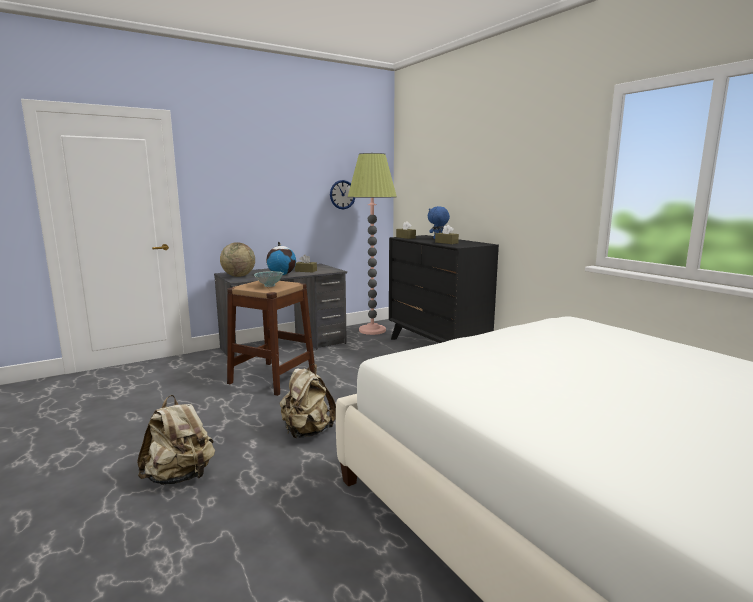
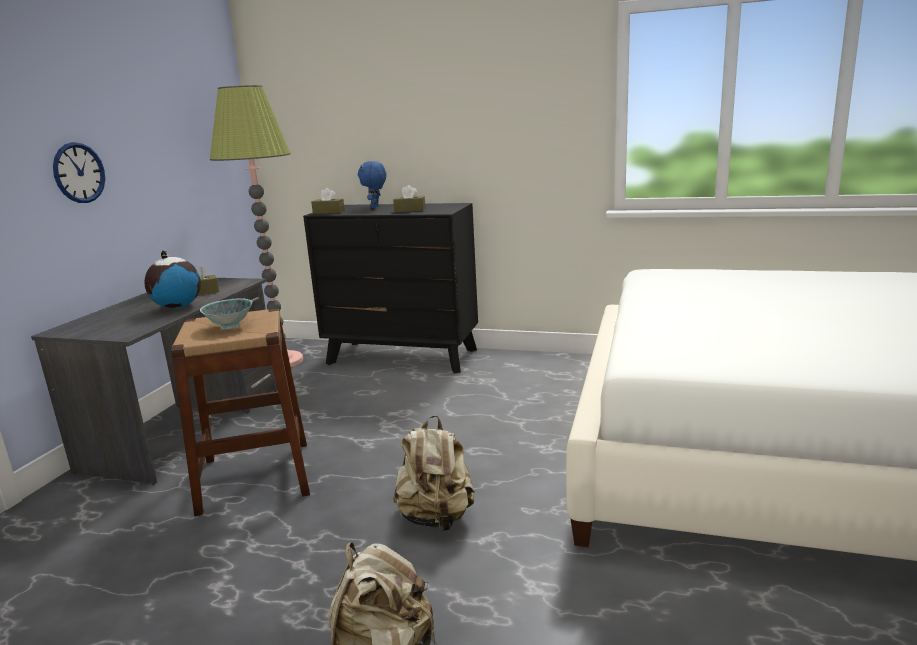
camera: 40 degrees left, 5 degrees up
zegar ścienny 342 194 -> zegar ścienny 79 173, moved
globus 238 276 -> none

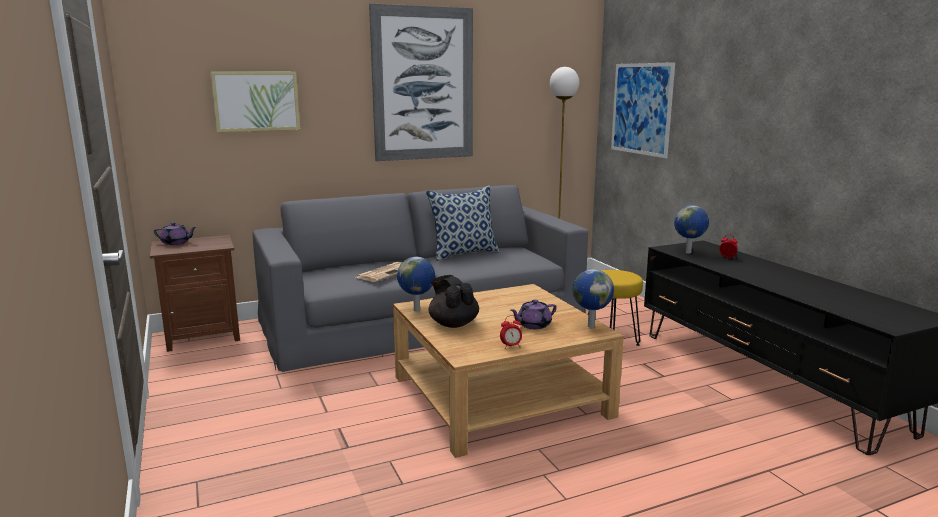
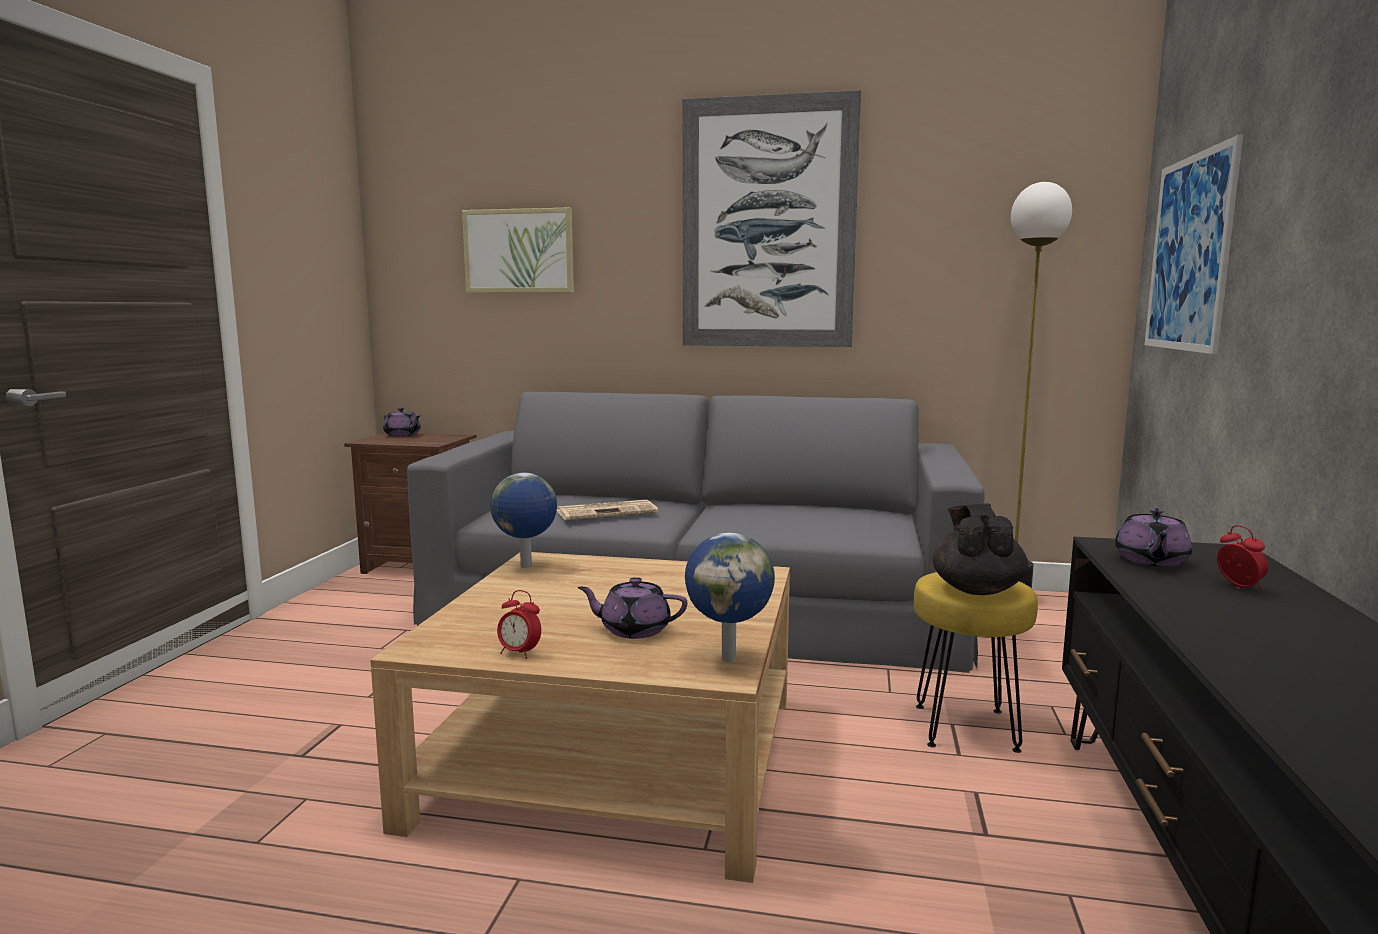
camera: 35 degrees right, 5 degrees down
poduszka 464 253 -> none
globus 689 253 -> imbryk (fioletowy) 1151 561
imbryk (czarny) 453 324 -> imbryk (czarny) 976 589, moved

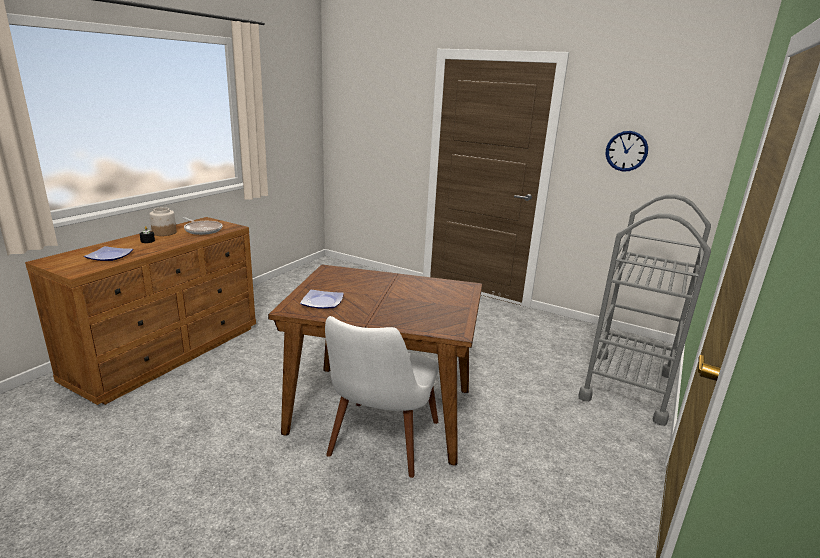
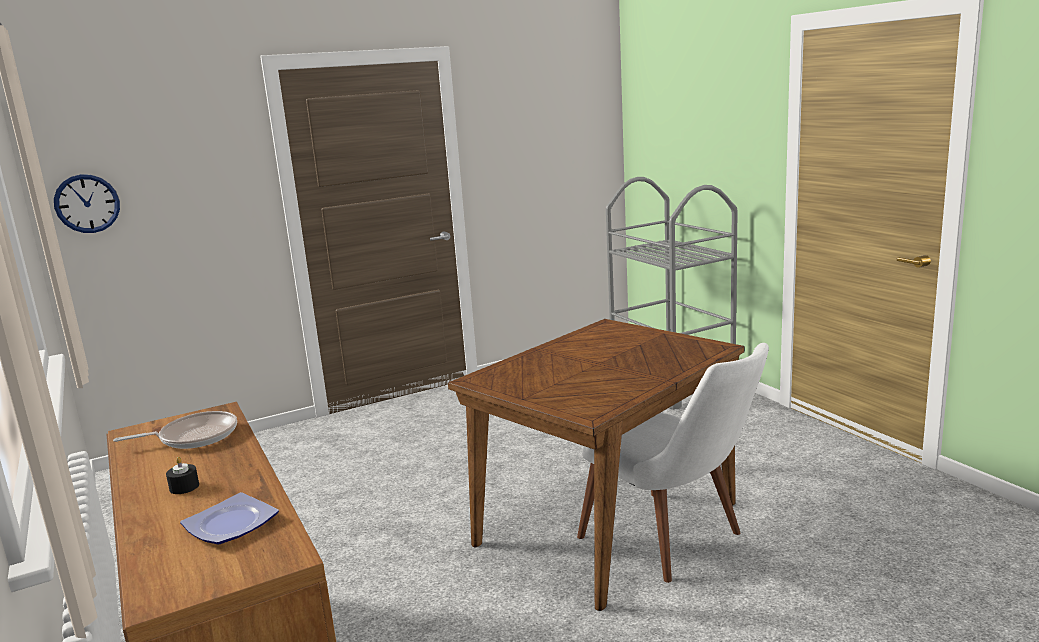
camera: 55 degrees left, 5 degrees down
zegar ścienny 626 151 -> zegar ścienny 87 203, moved
słoik 164 233 -> none
talerz 322 302 -> none

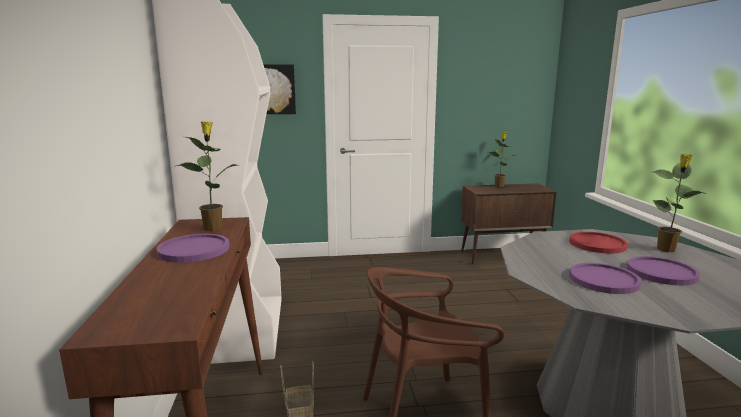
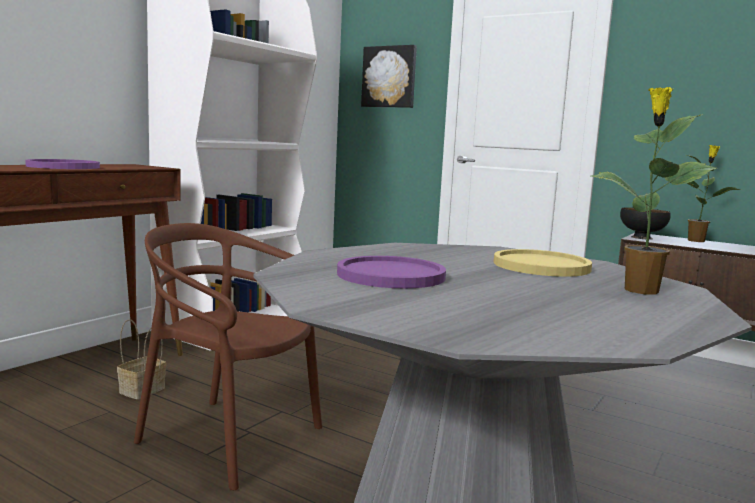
camera: 40 degrees right, 5 degrees down
roślina doniczkowa 213 228 -> none
talerz (czerwony) 597 244 -> talerz (żółty) 541 266
talerz (fioletowy) 661 272 -> none
none -> miska (czarny) 641 238

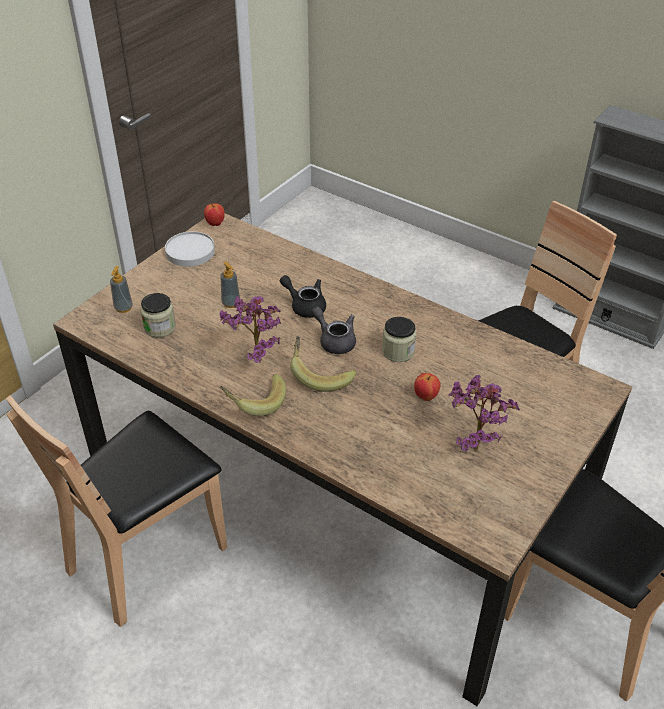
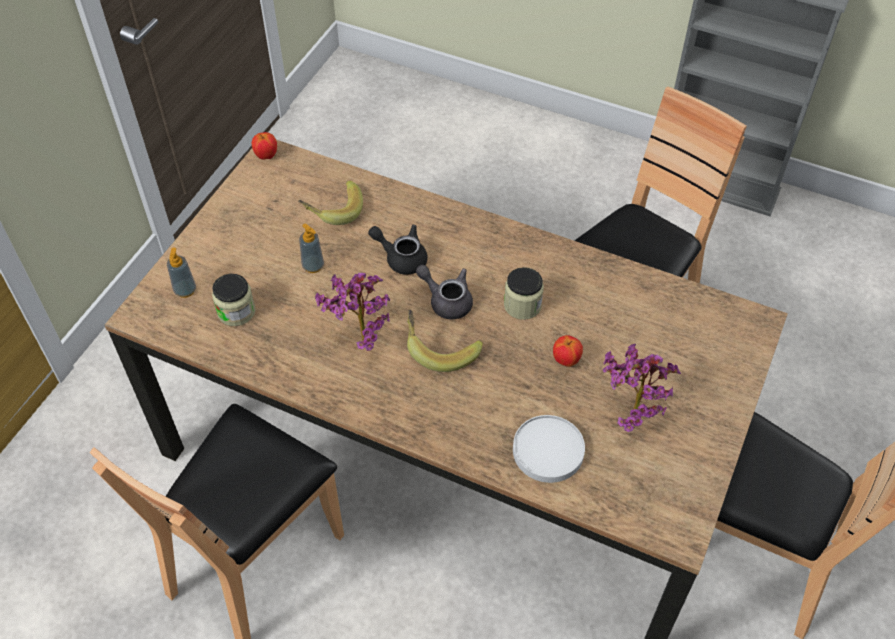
camera: 10 degrees left, 10 degrees up
talerz (biały) 190 251 -> talerz (biały) 548 450, moved
banan 254 402 -> banan 332 211, moved

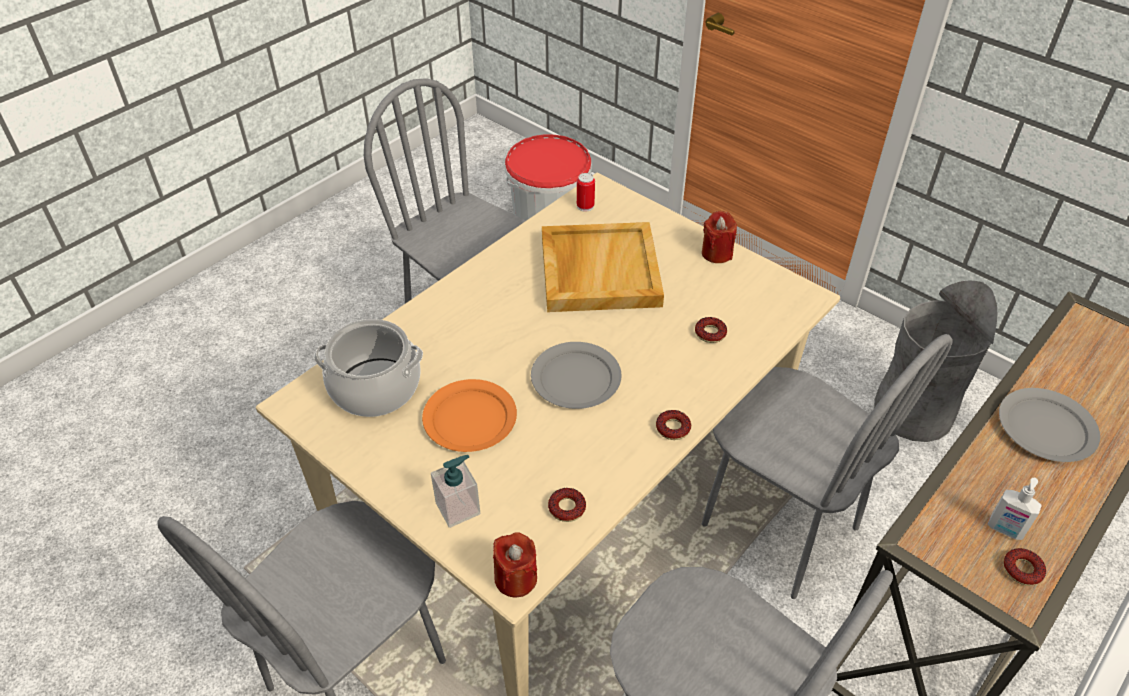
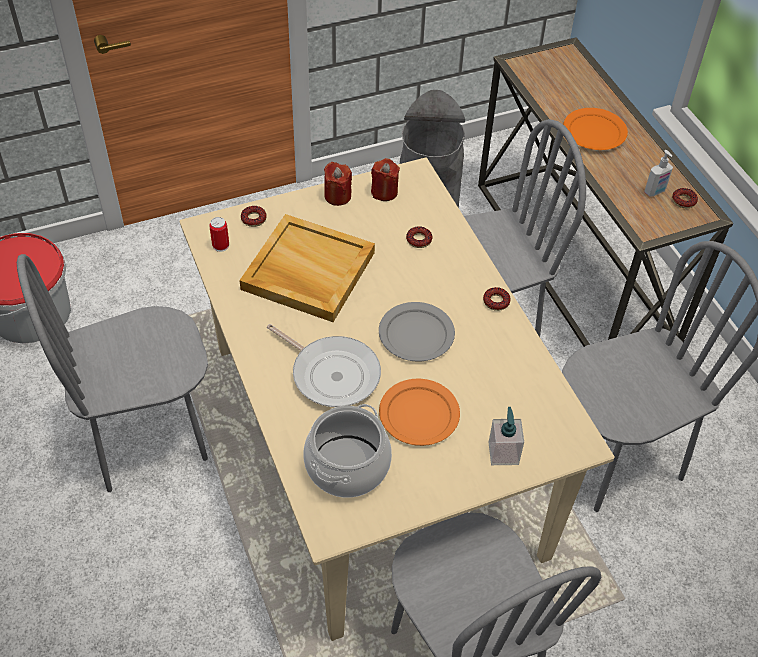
camera: 65 degrees left, 5 degrees up
talerz (szary) 1047 428 -> talerz (pomarańczowy) 595 132
donut 566 508 -> donut 253 219, moved
świeca (czerwony) 515 578 -> świeca (czerwony) 384 192, moved
none -> patelnia 332 373

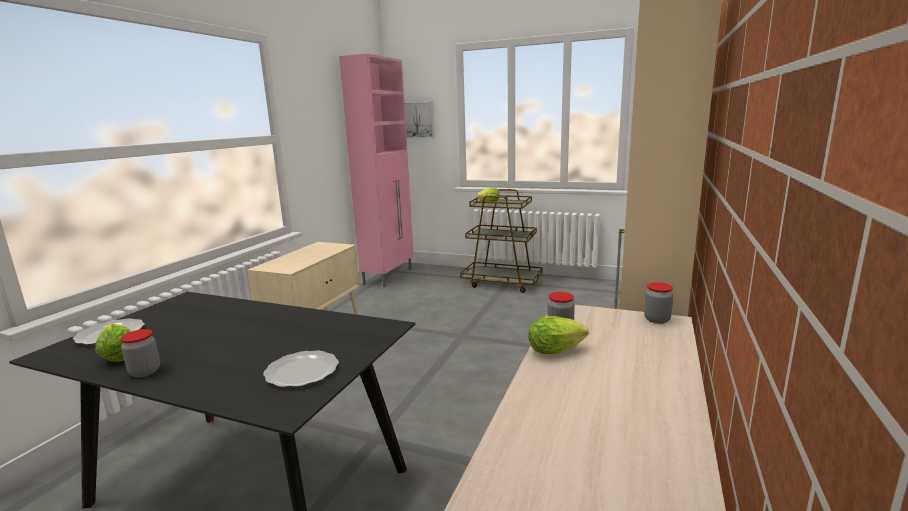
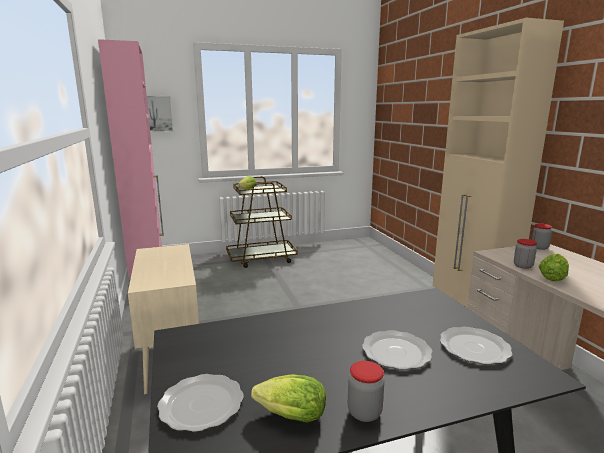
camera: 40 degrees left, 0 degrees up
none -> talerz 397 352

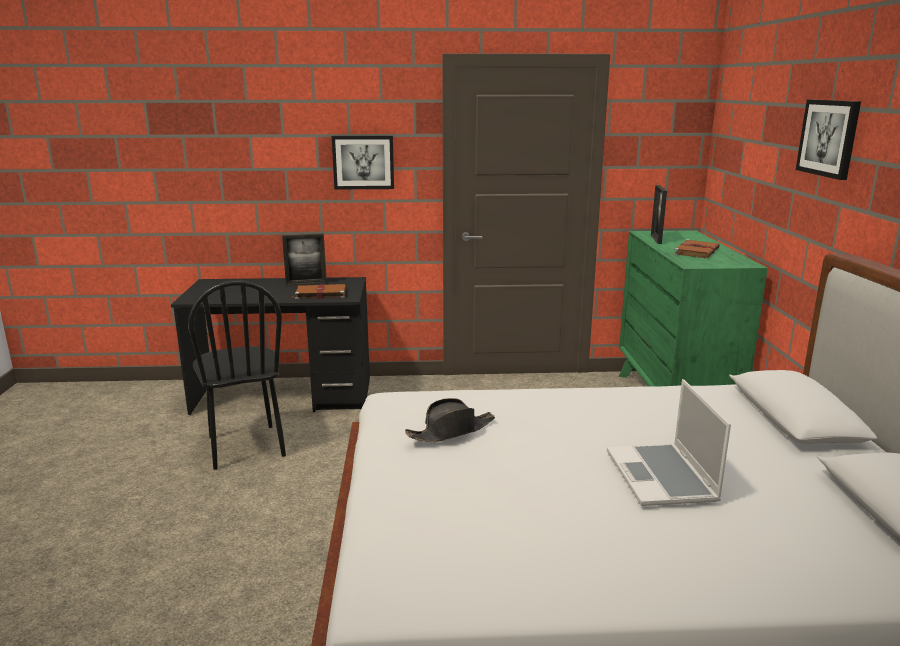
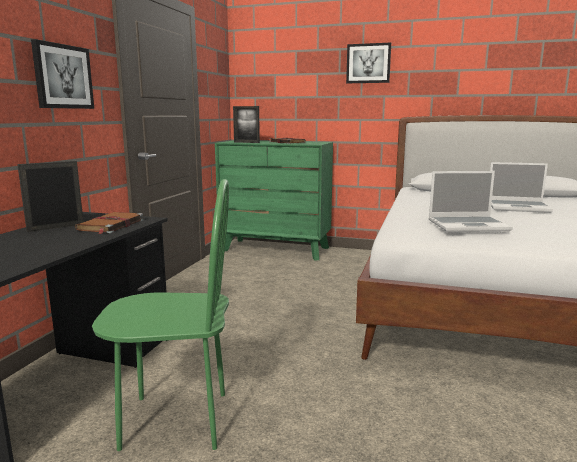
camera: 70 degrees left, 5 degrees down
ramka na zdjęcie 306 283 -> ramka na zdjęcie 55 227, 135 degrees counterclockwise
krzesło (czarny) 245 446 -> krzesło (zielony) 175 420
kapelusz (czarny) 451 431 -> laptop 468 225

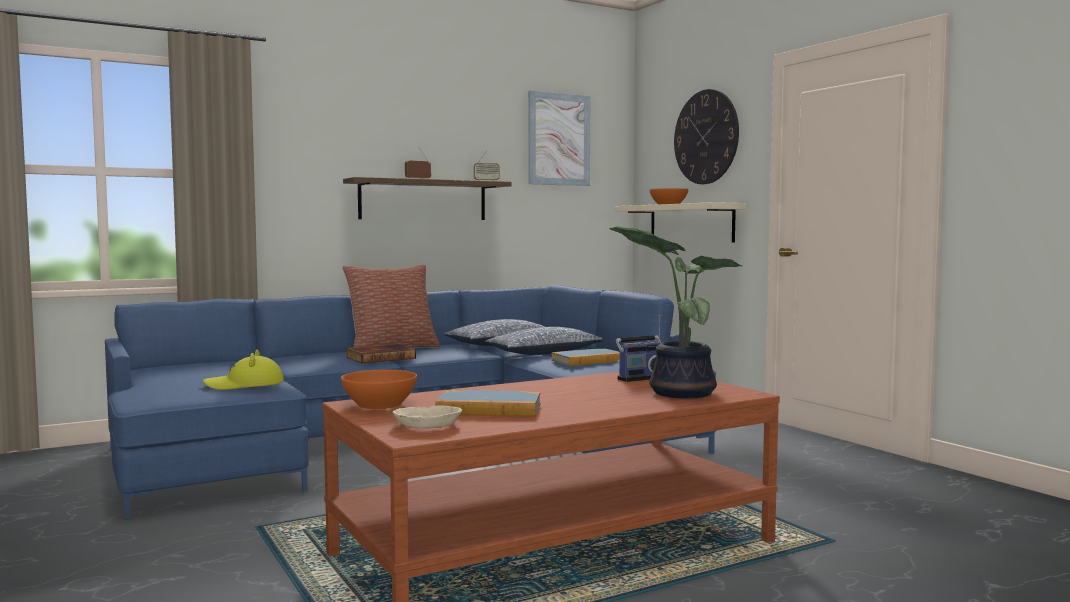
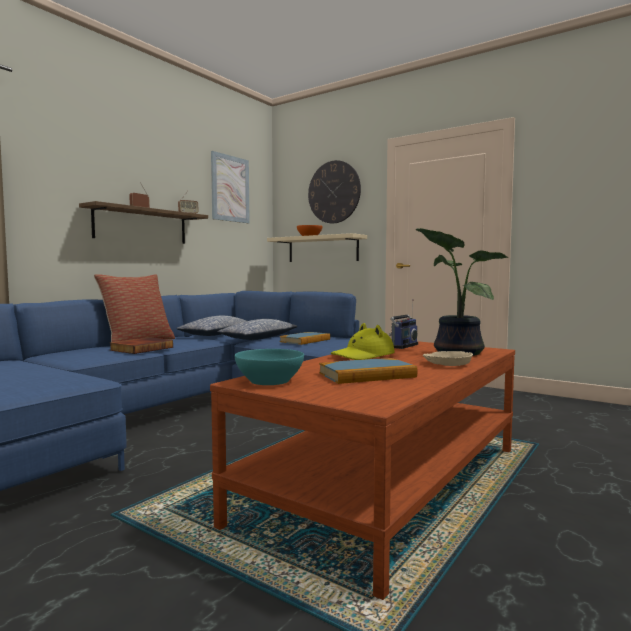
camera: 25 degrees left, 0 degrees up
kapelusz (żółty) 245 385 -> kapelusz (żółty) 363 355, moved
miska (pomarańczowy) 380 405 -> miska (turkusowy) 270 381
miska (beżowy) 427 424 -> miska (beżowy) 447 363, moved

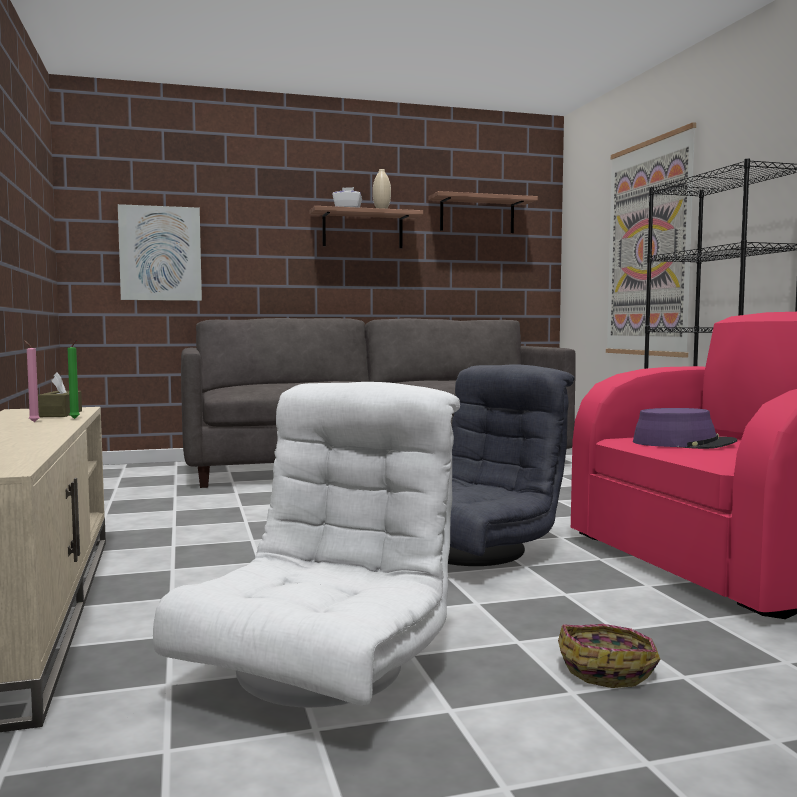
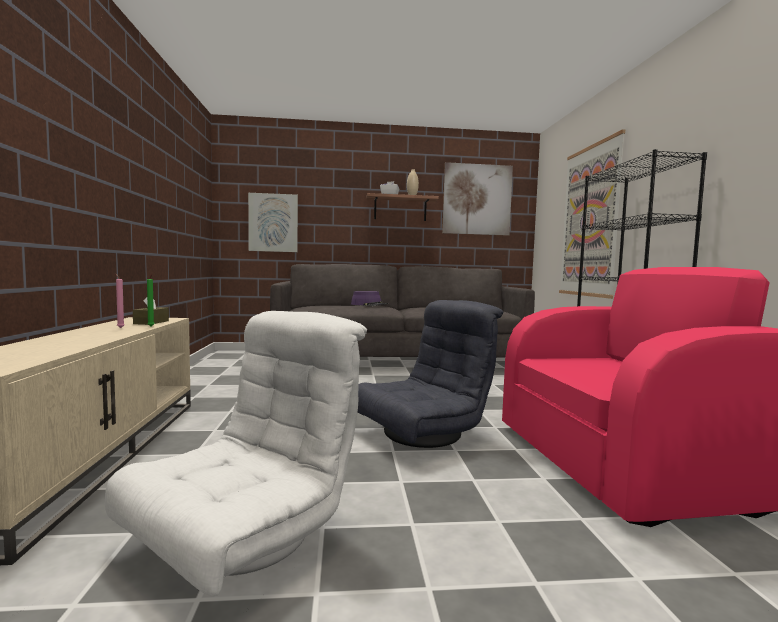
camera: 10 degrees right, 0 degrees up
półka 477 215 -> obraz 477 199
kapelusz (fioletowy) 683 443 -> kapelusz (fioletowy) 369 305, moved
koszyk 608 669 -> none

